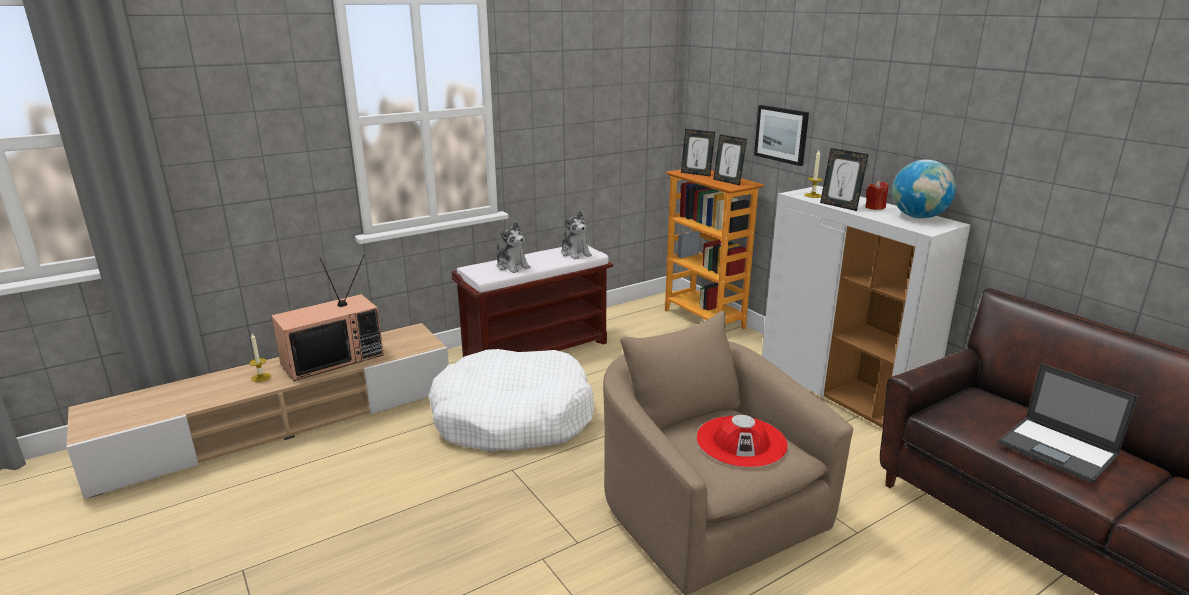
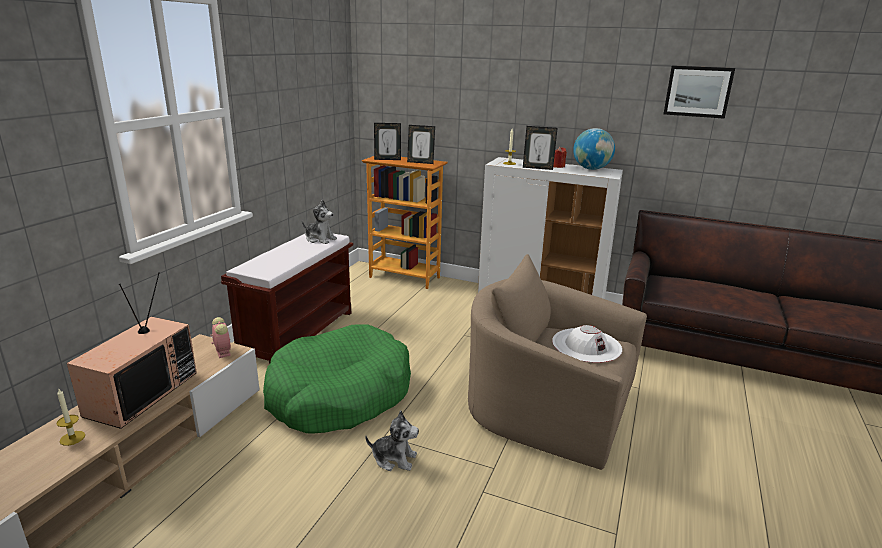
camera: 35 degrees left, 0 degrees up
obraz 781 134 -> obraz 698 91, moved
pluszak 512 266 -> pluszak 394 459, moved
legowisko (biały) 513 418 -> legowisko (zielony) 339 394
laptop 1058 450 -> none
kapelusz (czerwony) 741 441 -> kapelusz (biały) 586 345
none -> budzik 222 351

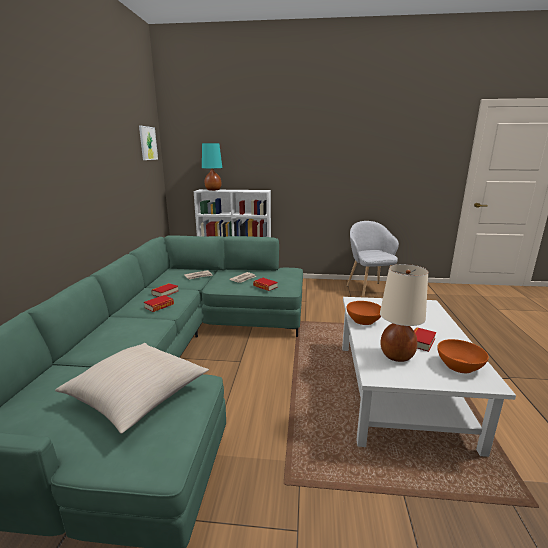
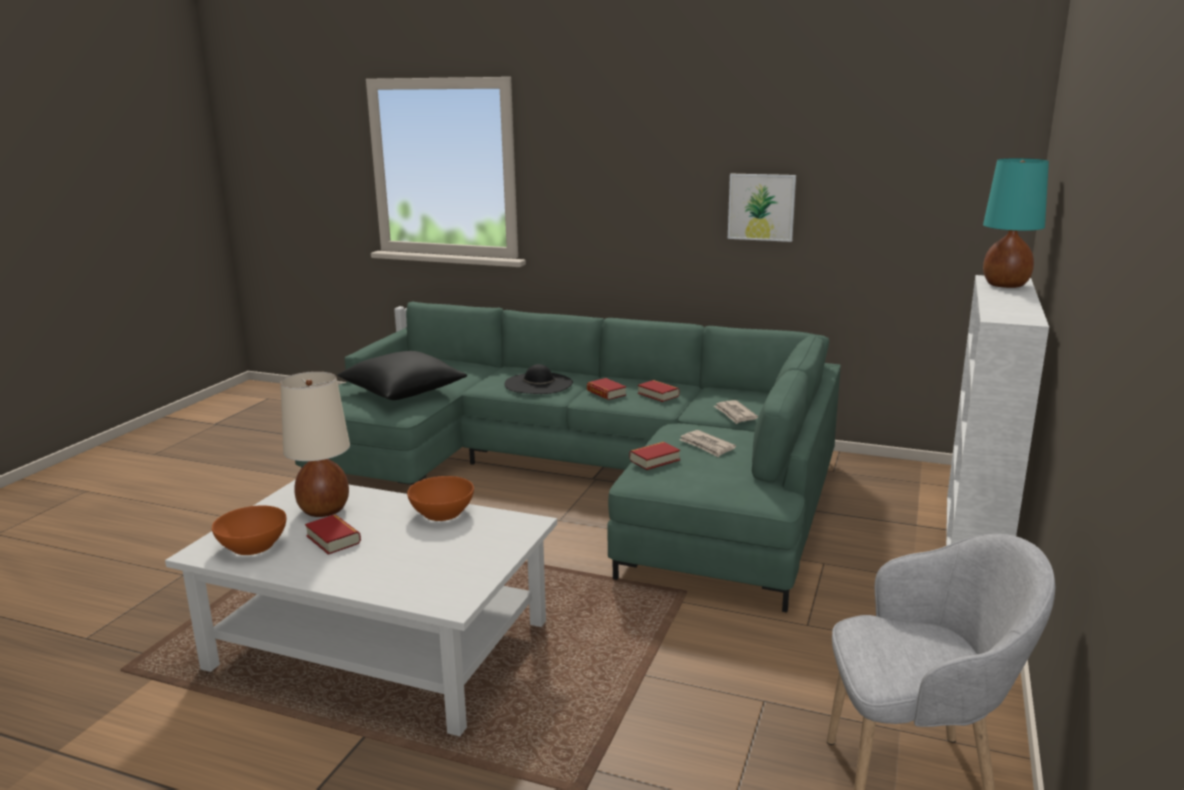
camera: 105 degrees right, 0 degrees up
obraz 148 143 -> obraz 761 207, moved
poduszka (beżowy) 137 396 -> poduszka (czarny) 403 392
none -> kapelusz (czarny) 538 384

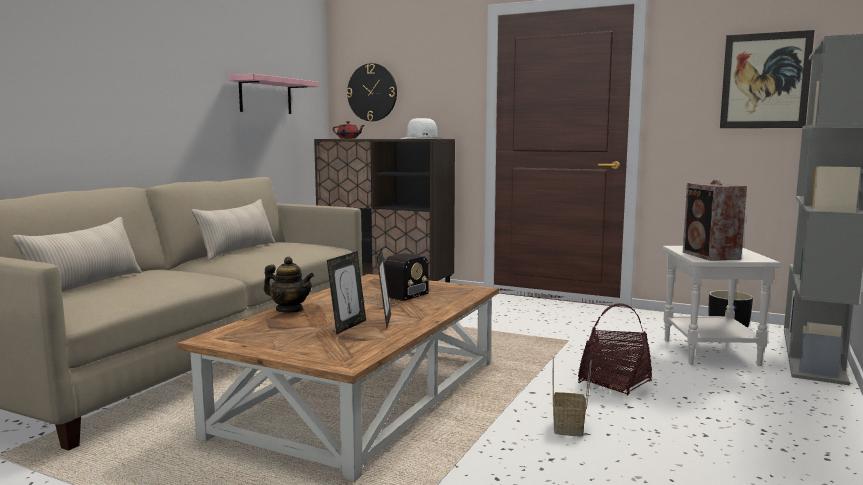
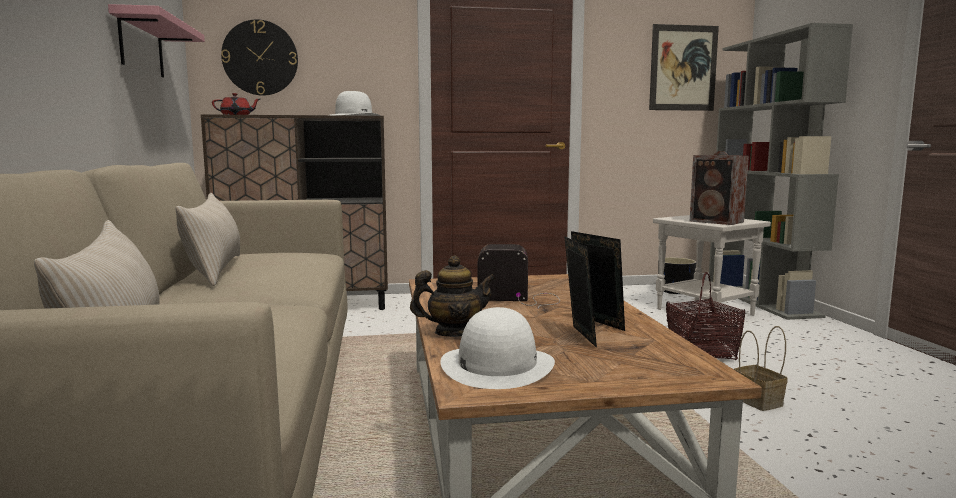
camera: 35 degrees left, 0 degrees up
radio 394 297 -> radio 521 298, 90 degrees counterclockwise
none -> kapelusz (biały) 497 365

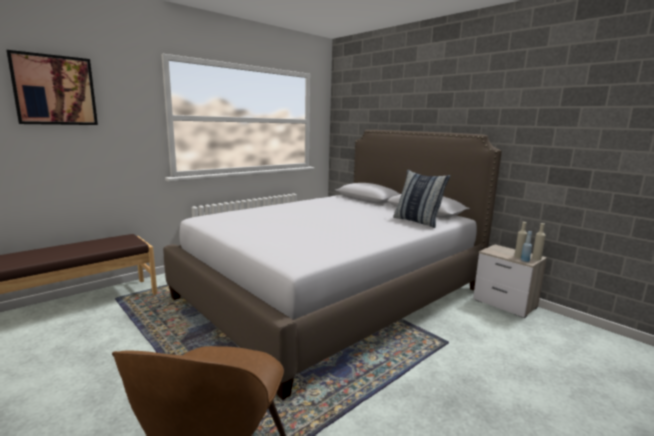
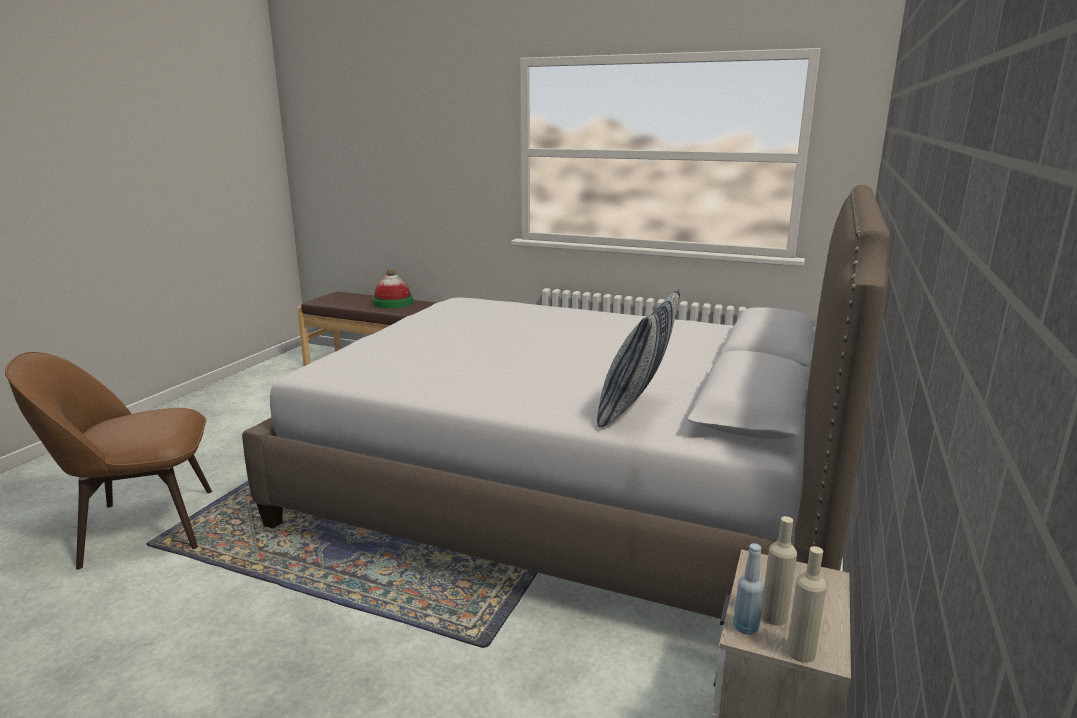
camera: 65 degrees right, 5 degrees up
obraz 55 90 -> none
none -> kapelusz 393 303

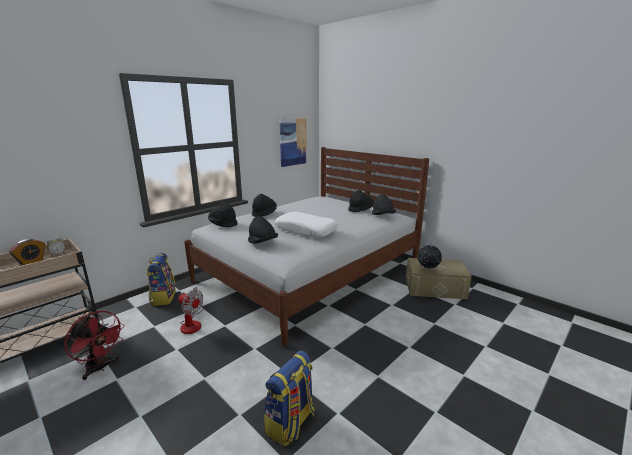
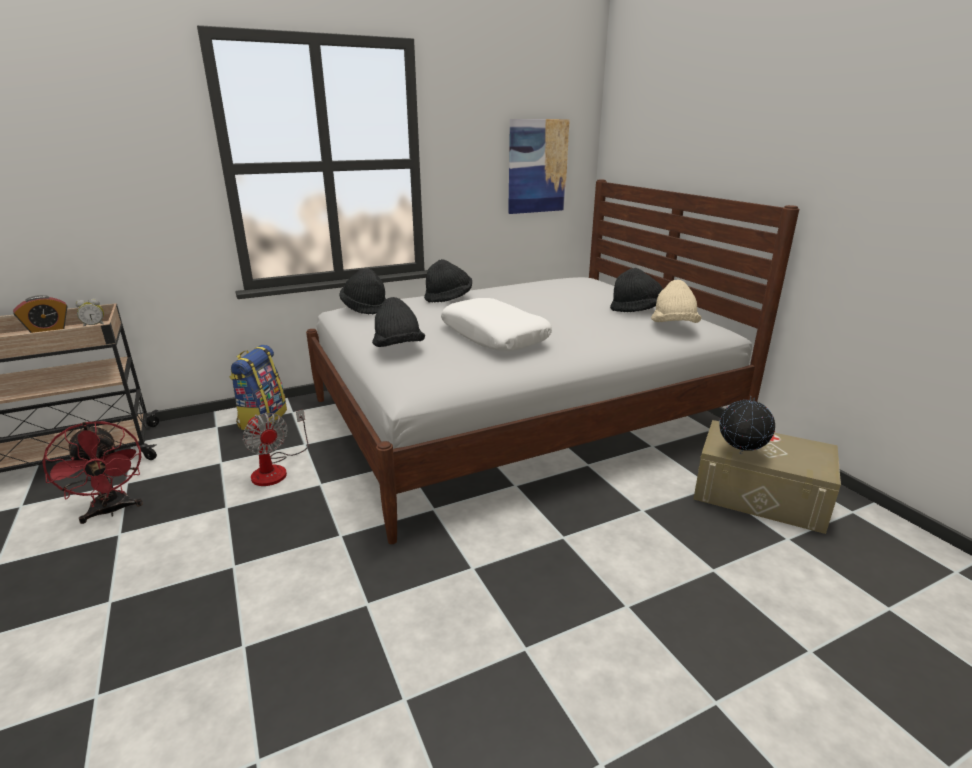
camera: 20 degrees right, 5 degrees up
kapelusz (czarny) 382 216 -> kapelusz (beżowy) 673 326
plecak 291 423 -> none

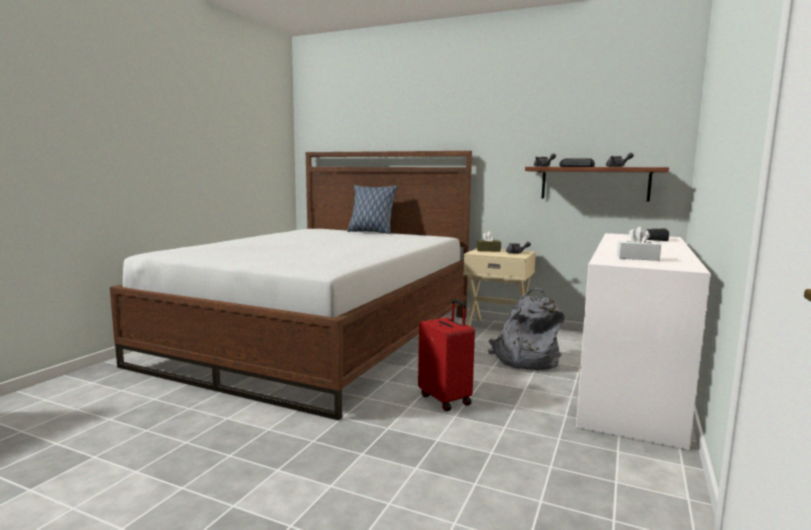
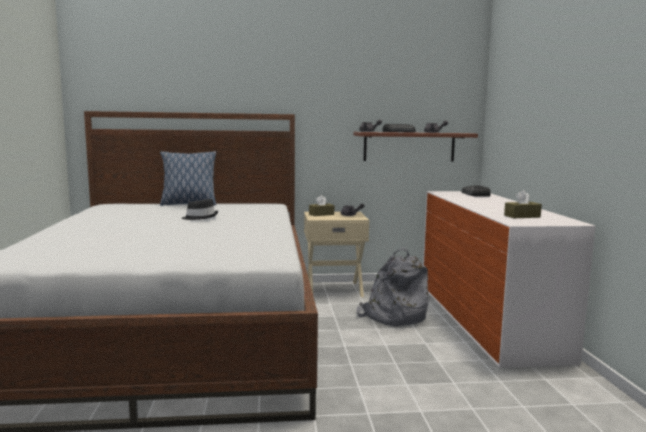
camera: 30 degrees left, 0 degrees up
pudełko chusteczek (biały) 637 258 -> pudełko chusteczek (brązowy) 522 216
walizka (czerwony) 446 399 -> none
none -> kapelusz (czarny) 200 217

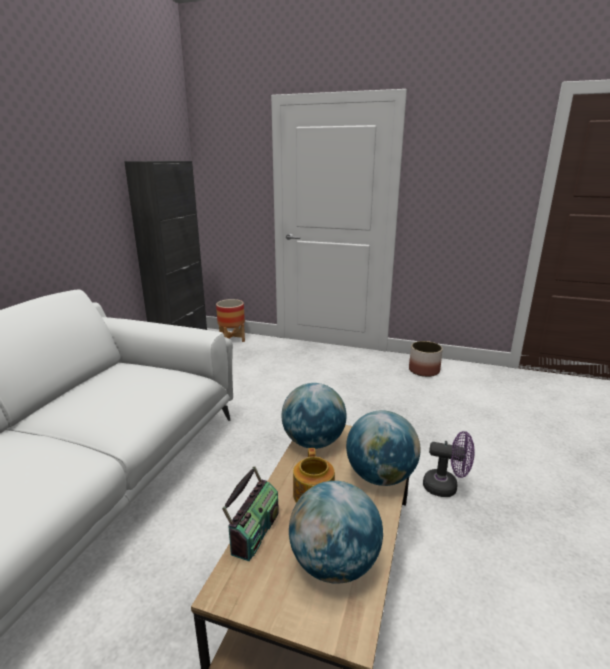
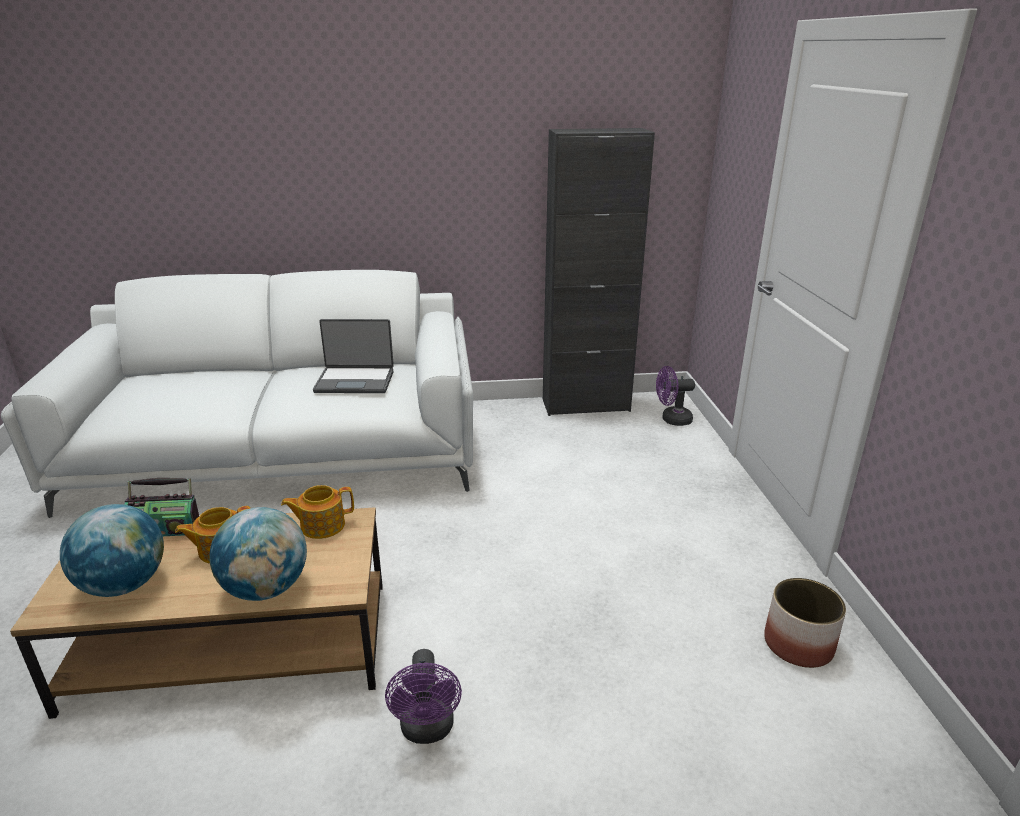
camera: 65 degrees right, 5 degrees up
donica 232 340 -> wentylator (fioletowy) 671 420
globus 313 442 -> imbryk 321 525
none -> laptop 355 381

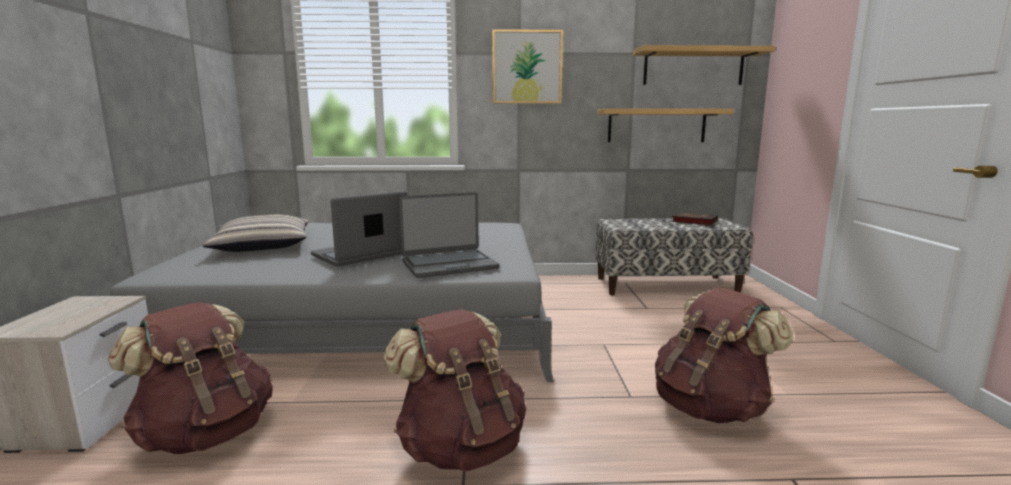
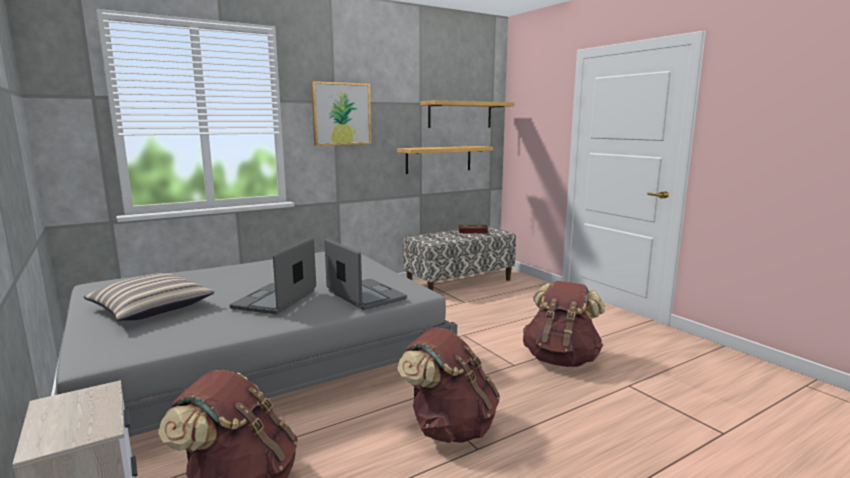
camera: 30 degrees left, 0 degrees up
laptop 449 265 -> laptop 365 295, 75 degrees counterclockwise

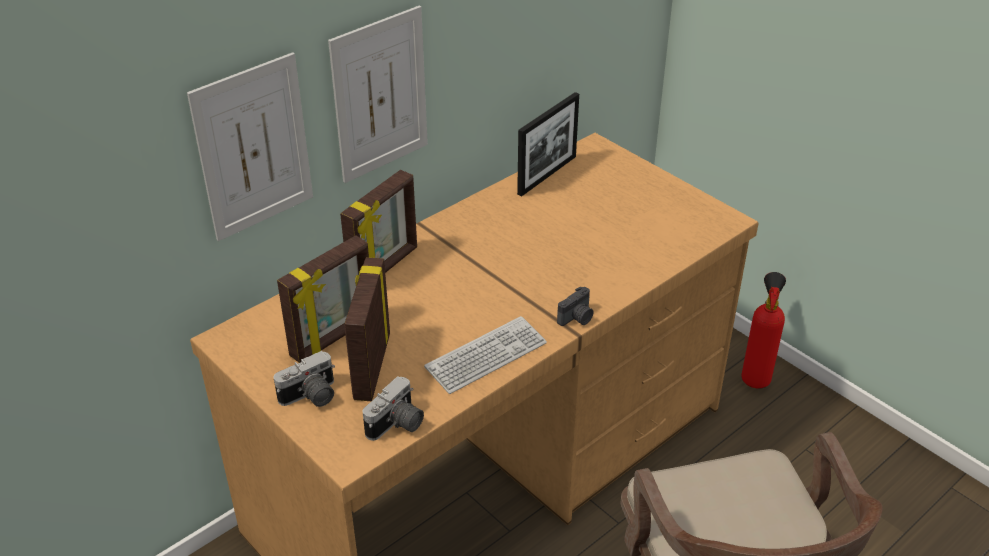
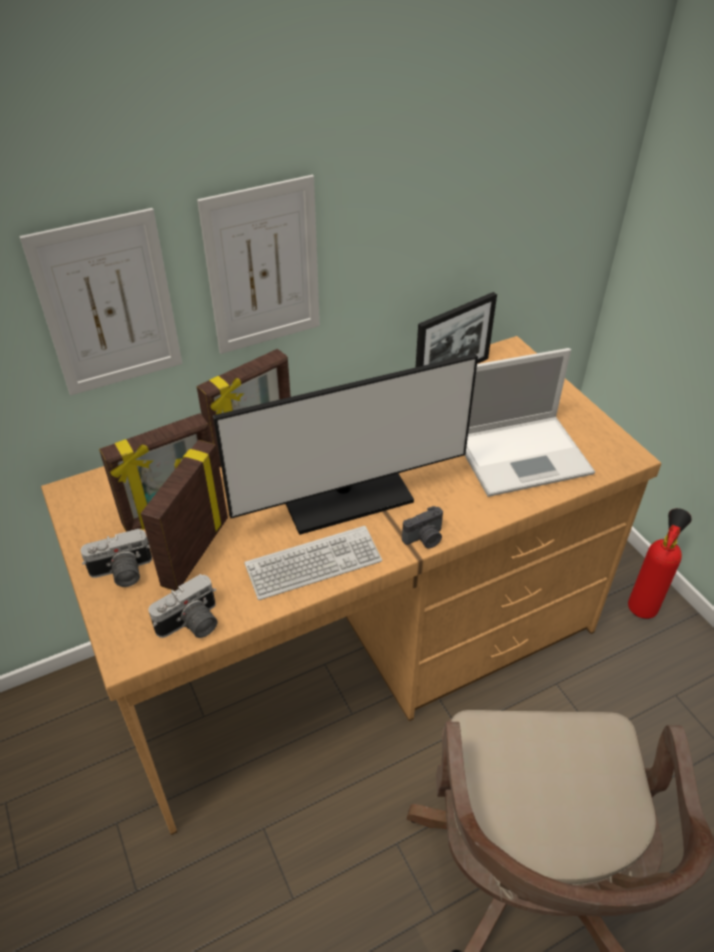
camera: 15 degrees right, 5 degrees up
none -> laptop 524 454
none -> monitor 347 499

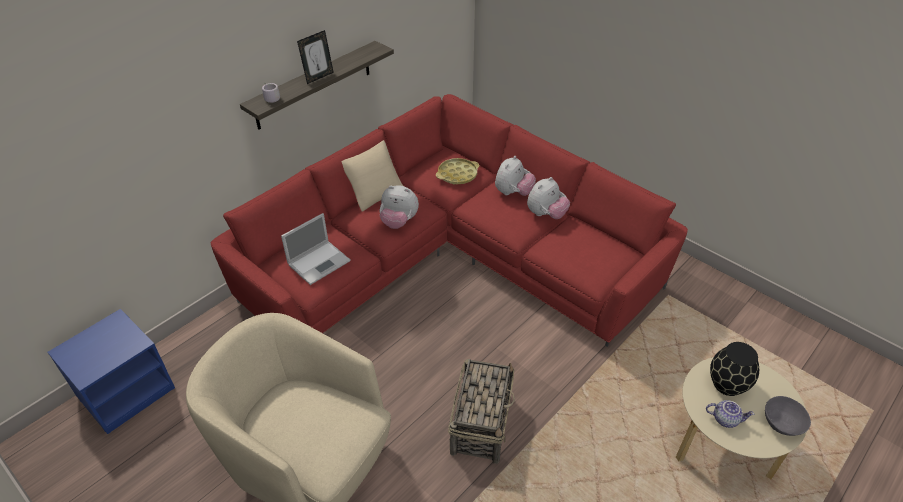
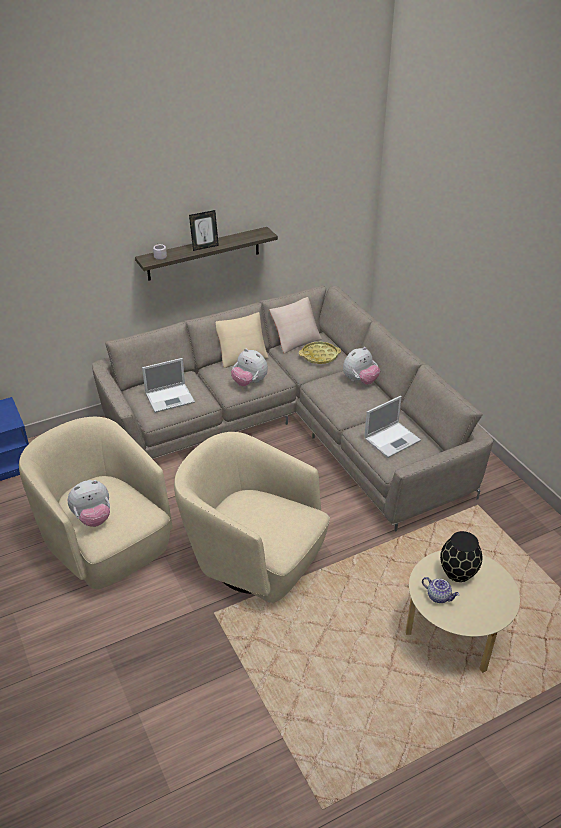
camera: 20 degrees right, 5 degrees down
kanapa (czerwony) 449 258 -> kanapa (beżowy) 294 428
pluszak 546 214 -> pluszak 93 518, moved
koszyk 481 423 -> fotel (beżowy) 254 559
miska (szary) 782 423 -> none
none -> poduszka (beżowy) 296 340
none -> laptop 393 439

